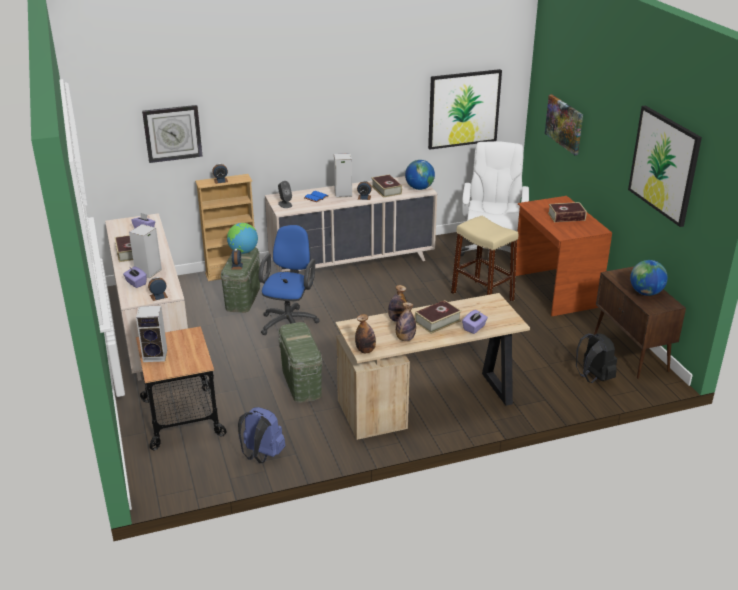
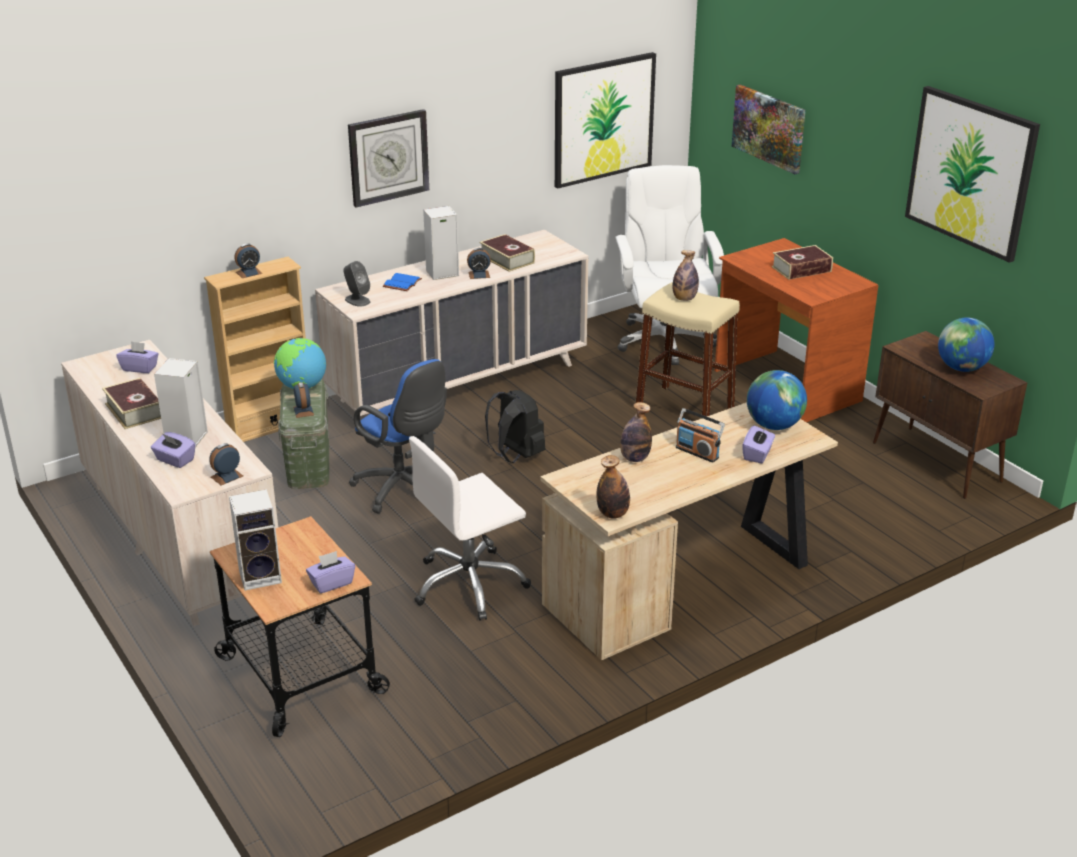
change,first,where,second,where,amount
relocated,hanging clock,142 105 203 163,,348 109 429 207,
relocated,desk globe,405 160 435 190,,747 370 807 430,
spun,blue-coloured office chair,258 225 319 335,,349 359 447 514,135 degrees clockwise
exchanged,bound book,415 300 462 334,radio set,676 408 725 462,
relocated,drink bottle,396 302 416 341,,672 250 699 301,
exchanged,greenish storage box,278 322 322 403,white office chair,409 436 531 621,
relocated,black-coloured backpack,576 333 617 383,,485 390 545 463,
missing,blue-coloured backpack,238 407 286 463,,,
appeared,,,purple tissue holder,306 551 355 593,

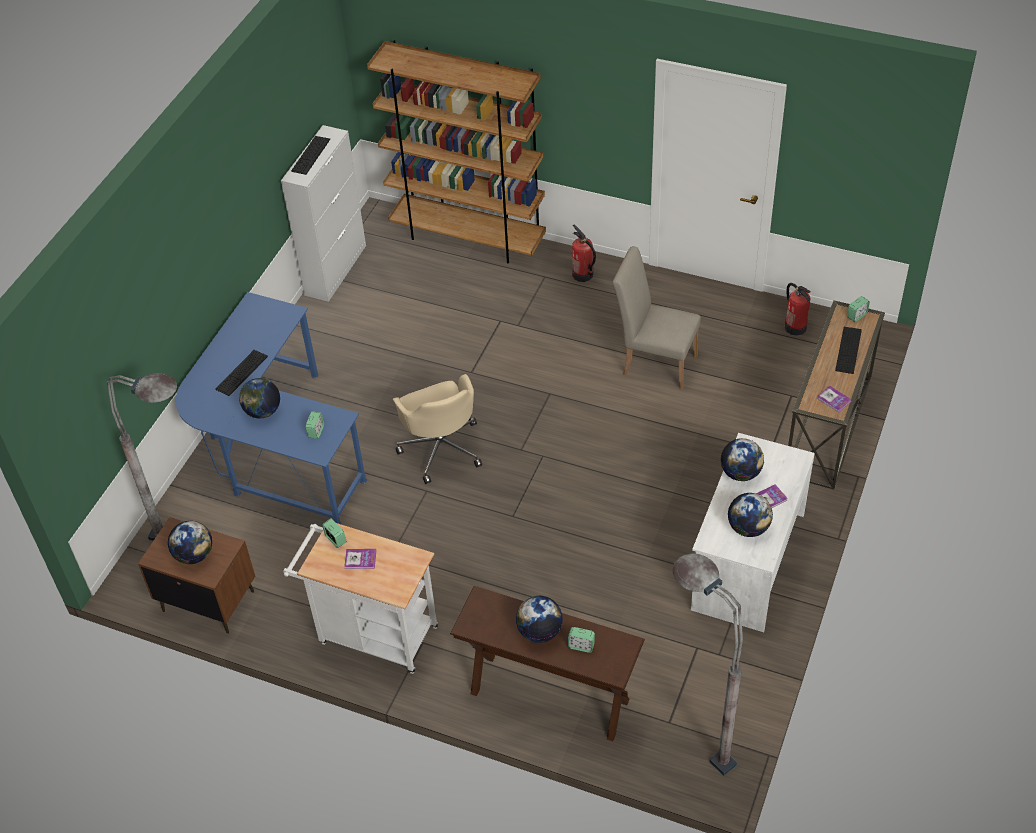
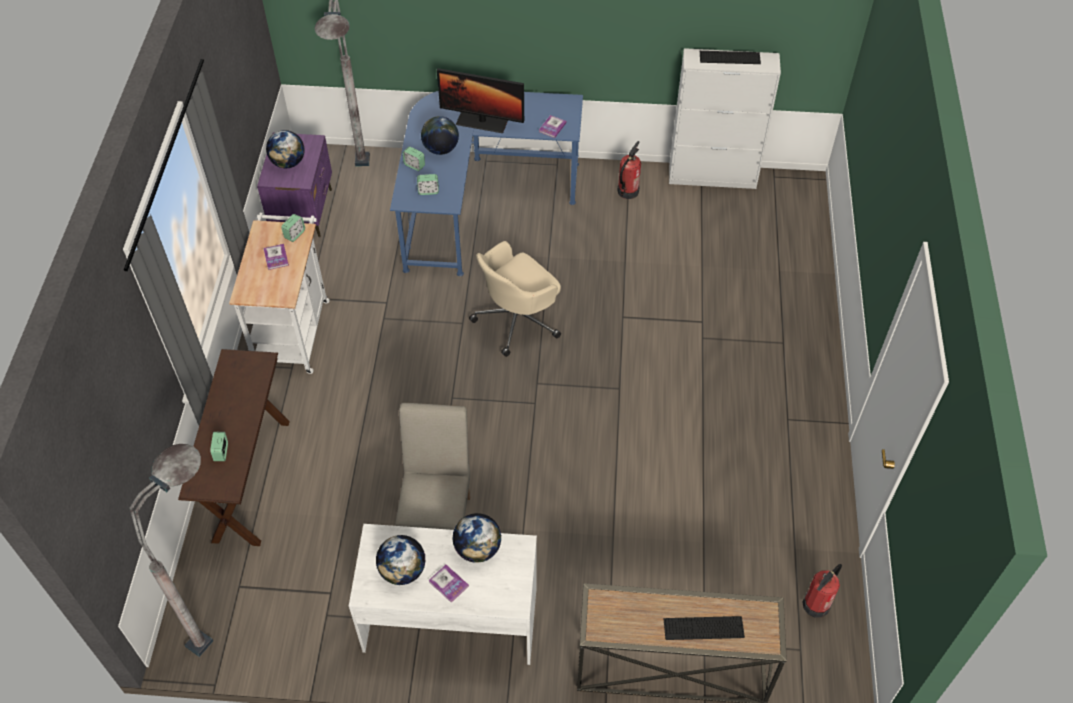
change,first,where,second,where,amount
missing,brown bookcase,367 40 546 263,,,
relocated,extinguisher,572 224 596 282,,617 141 641 199,
relocated,beige-coloured chair,613 246 701 390,,395 403 470 530,
relocated,bedside clock,847 296 870 322,,403 147 425 171,
exchanged,computer keyboard,215 350 268 396,computer screen,437 68 524 133,
relocated,bound book,817 386 852 413,,539 115 567 138,
colour,brown night table,138 517 255 634,purple night table,257 133 332 237,
missing,desk globe,516 596 563 643,,,

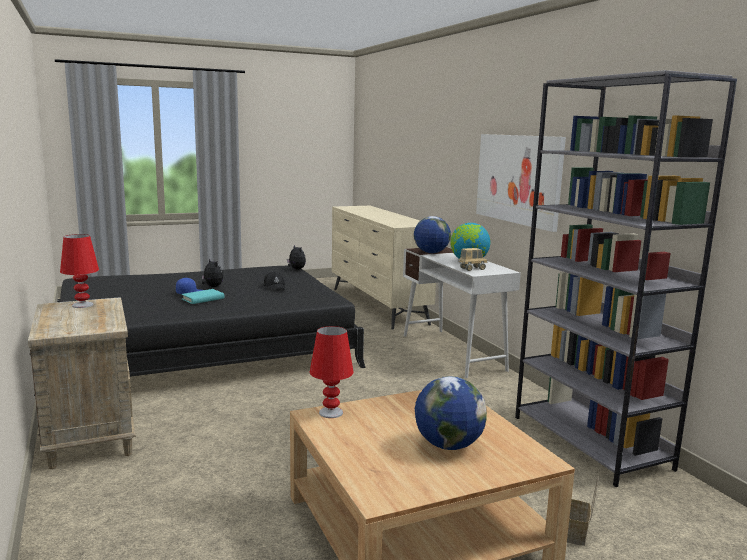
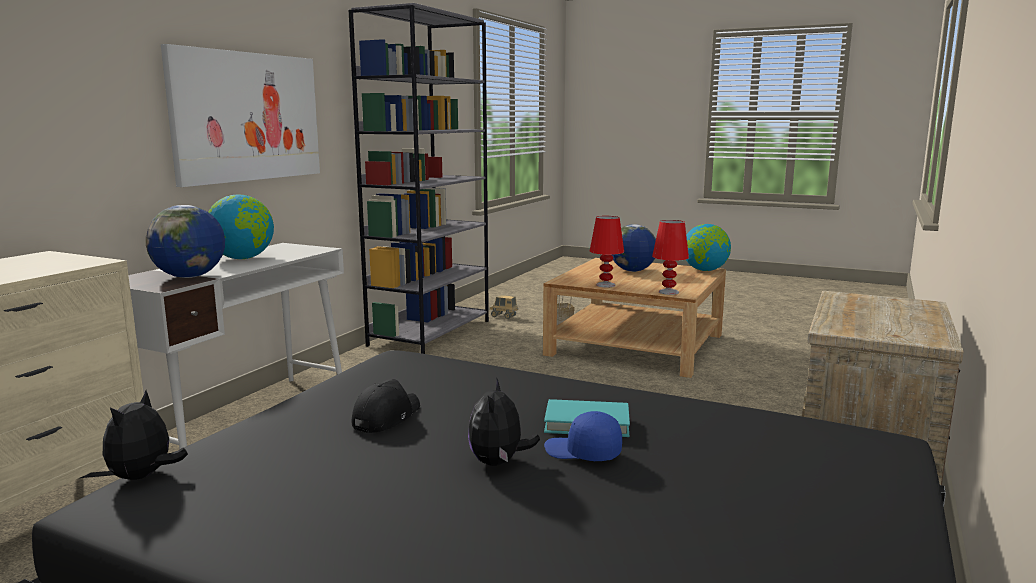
change,first,where,second,where,amount
relocated,red-coloured tabletop lamp,60 234 99 308,,590 216 624 288,
relocated,toy truck,458 248 487 271,,489 295 518 319,
appeared,,,desk globe,686 224 731 271,

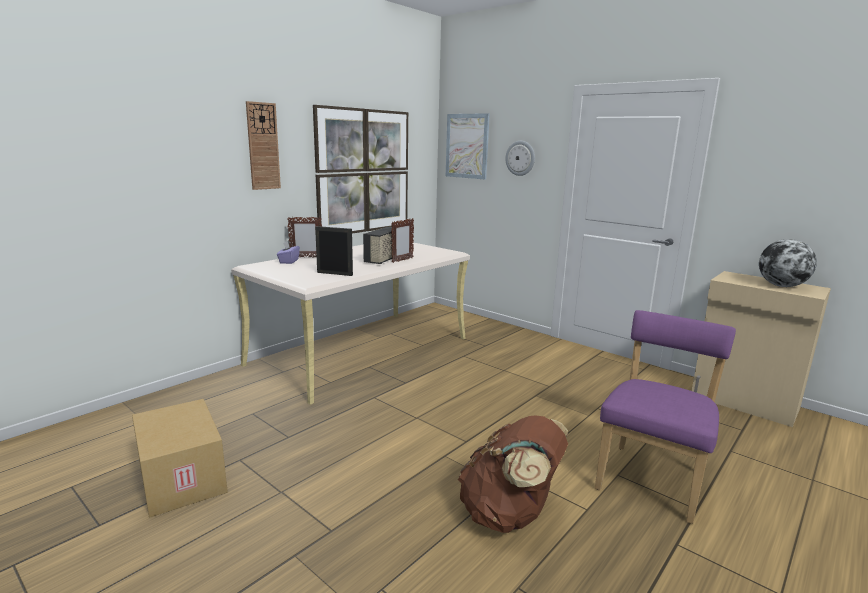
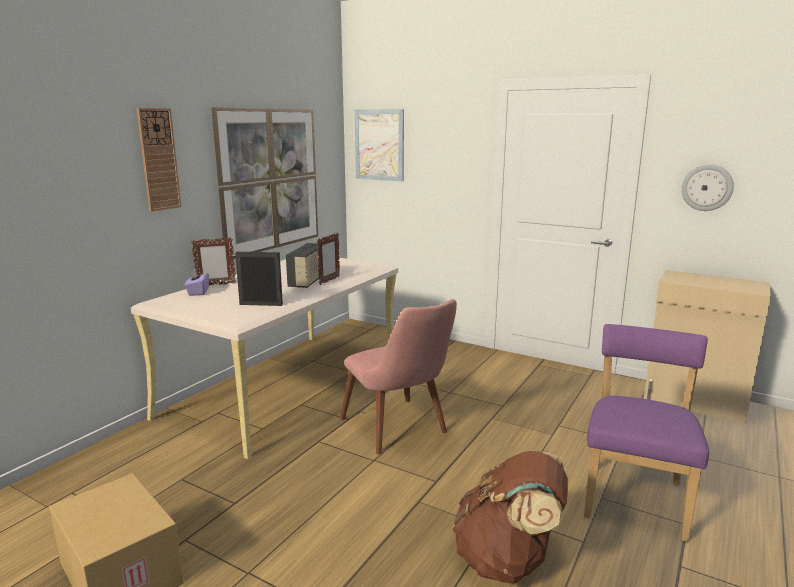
change,first,where,second,where,amount
relocated,hanging clock,505 141 535 176,,681 165 734 211,
missing,desk globe,759 239 817 287,,,
appeared,,,pinkish chair,340 299 457 454,

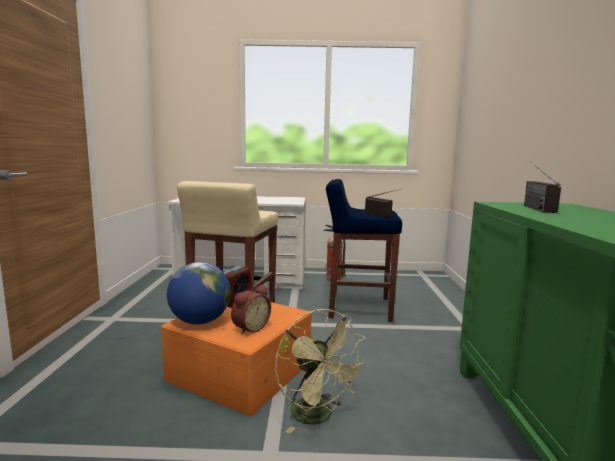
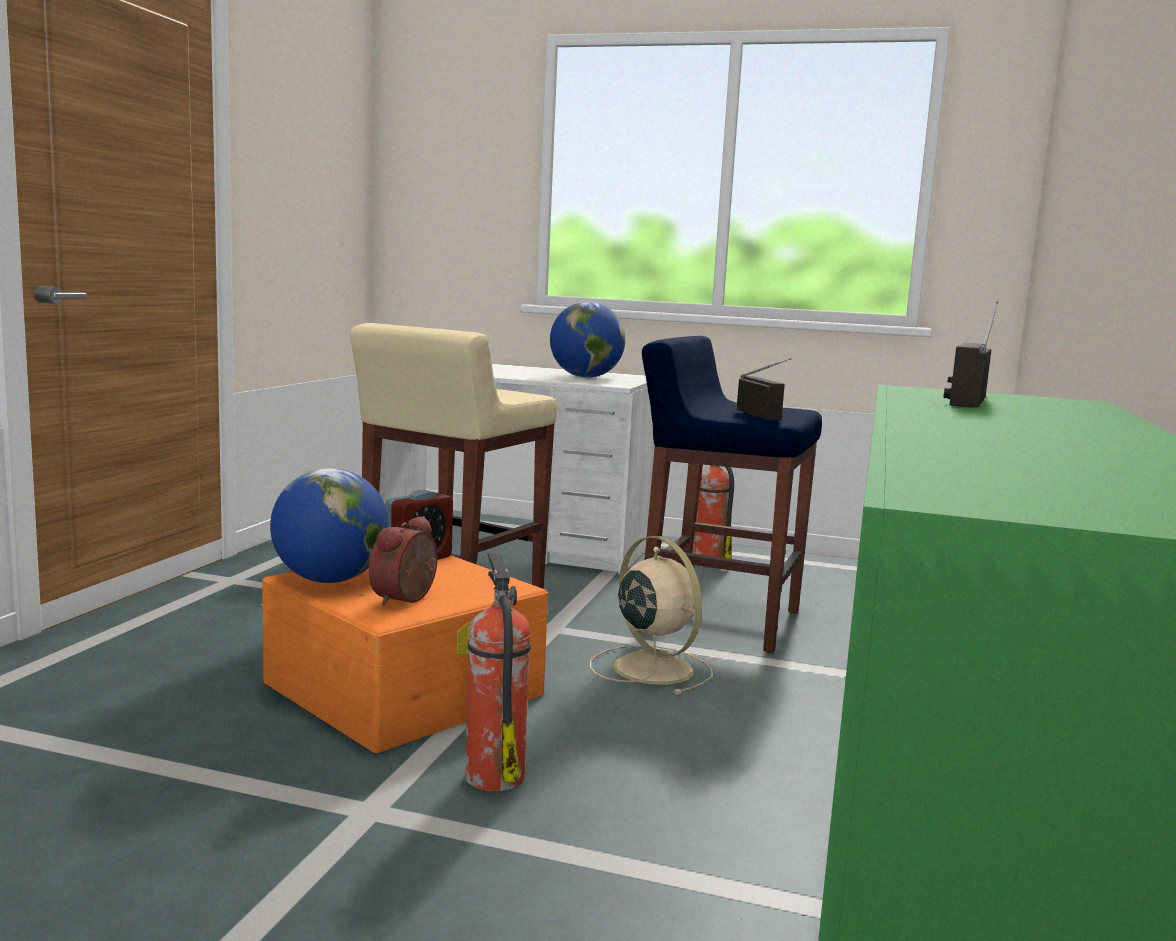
change,first,where,second,where,amount
spun,bedside clock,231 285 271 335,,369 516 438 606,150 degrees clockwise
exchanged,greenish cooling fan,275 309 367 434,extinguisher,465 552 531 792,
appeared,,,desk globe,550 302 625 378,
appeared,,,beige-coloured cooling fan,590 536 713 695,

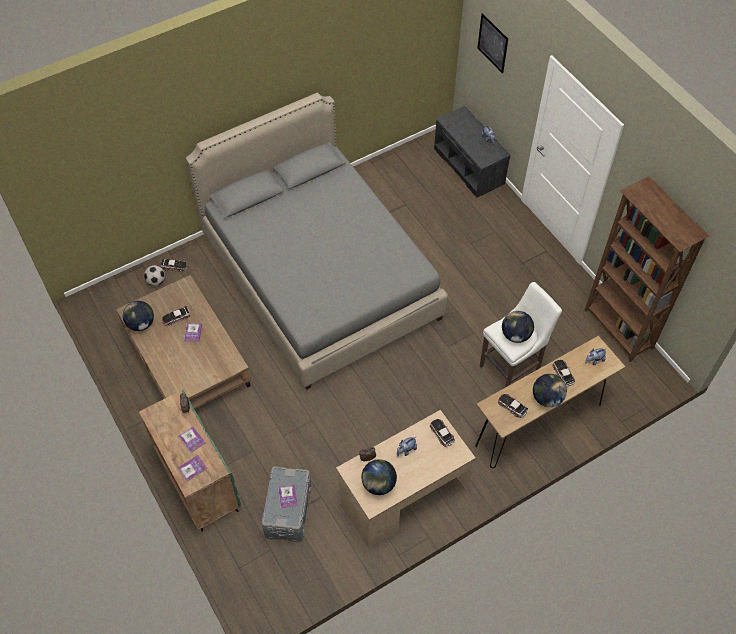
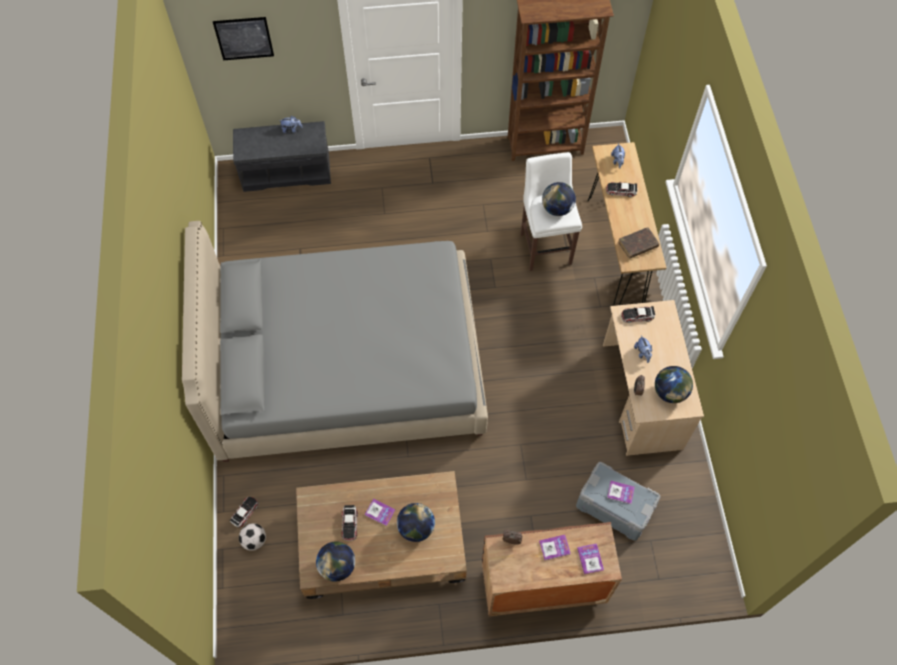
change,first,where,second,where,amount
relocated,desk globe,533 374 567 407,,397 503 435 542,
colour,greenish cupboard,139 390 241 532,brown cupboard,482 522 622 616,
exchanged,miniature car,498 394 528 418,brown bound book,618 227 659 259,

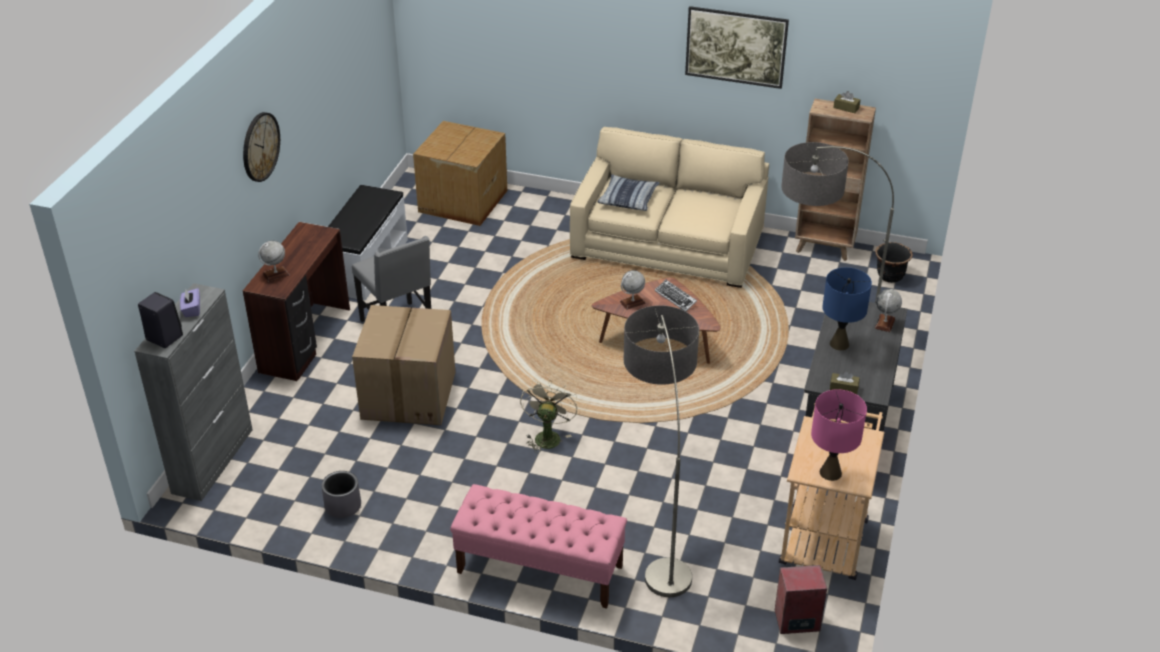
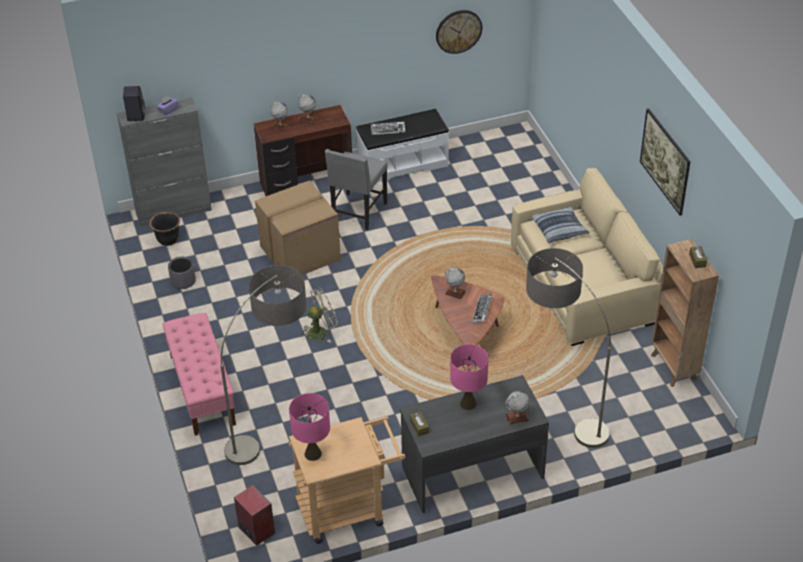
change,first,where,second,where,amount
relocated,hanging clock,243 112 280 182,,436 10 482 54,
missing,packing box,413 121 507 226,,,
relocated,black-coloured planter,875 242 913 283,,149 212 180 246,
colour,blue-coloured tabletop lamp,822 267 872 350,pinkish tabletop lamp,450 344 488 410,
appeared,,,desk globe,298 94 318 124,
appeared,,,computer keyboard,371 122 405 135,

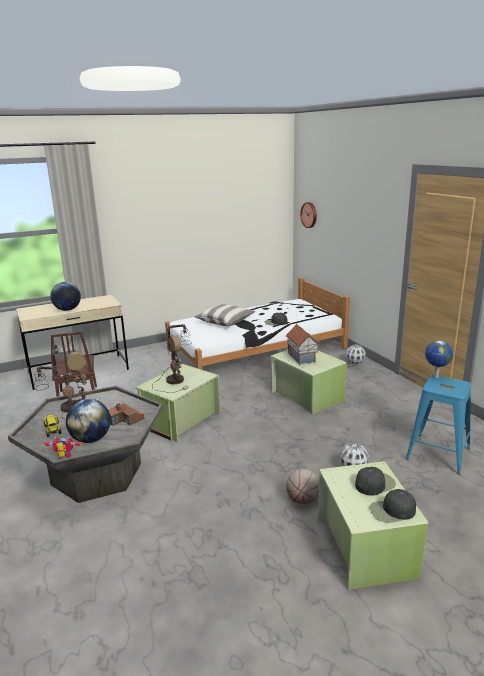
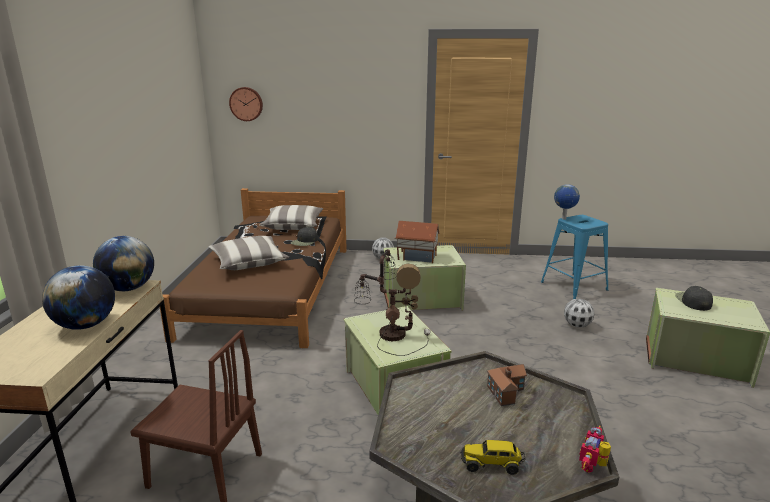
change,first,where,second,where,amount
colour,white sleeping bed,165 277 350 370,brown sleeping bed,160 188 347 348,
missing,tabletop lamp,34 344 100 420,,,
relocated,desk globe,66 399 111 443,,93 236 154 291,
missing,ball for basketball,286 469 319 504,,,
missing,black-coloured baseball cap,369 489 416 523,,,
appeared,,,throw pillow,259 205 323 230,

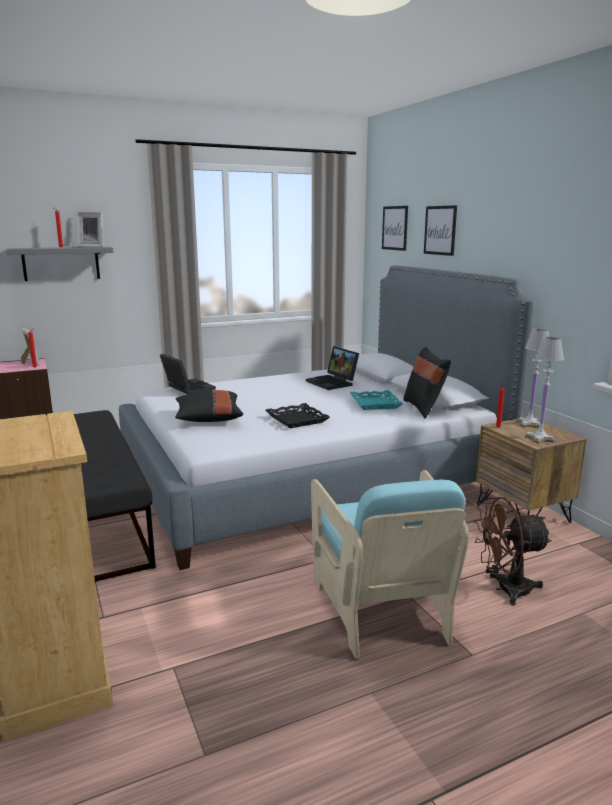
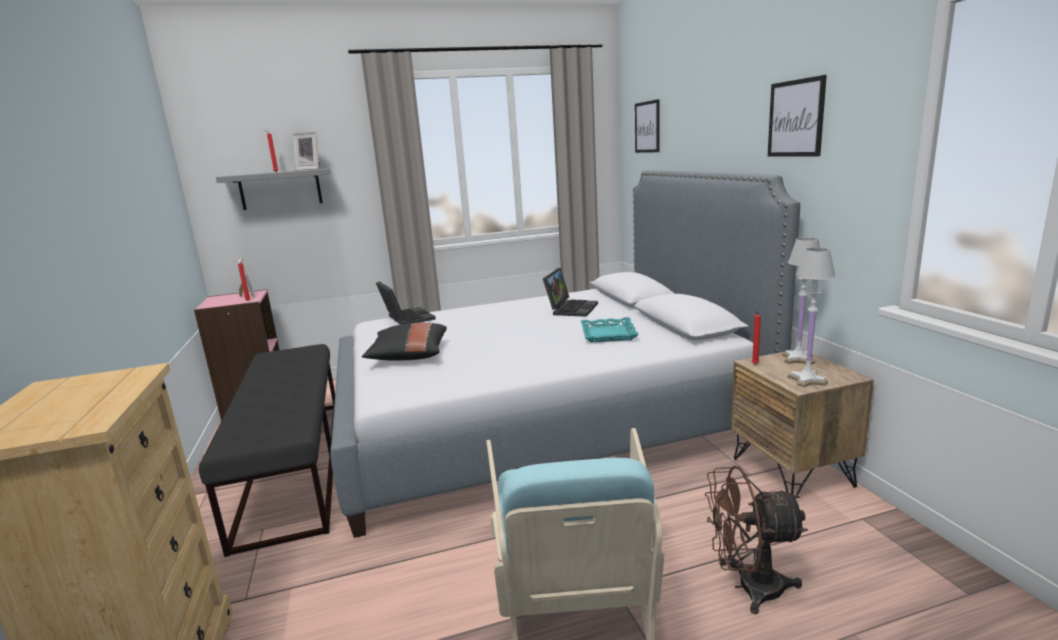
change,first,where,second,where,amount
relocated,wall picture,424 205 457 256,,768 75 827 157,
spun,notebook computer,306 346 359 390,,543 268 598 317,135 degrees counterclockwise
missing,black-coloured throw pillow,403 347 451 419,,,
missing,black-coloured tray,266 403 330 428,,,

